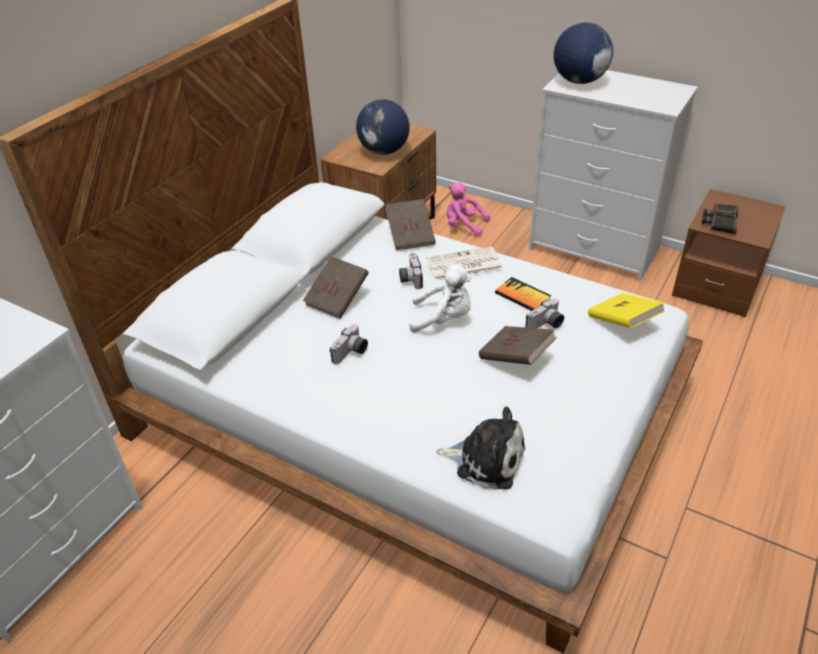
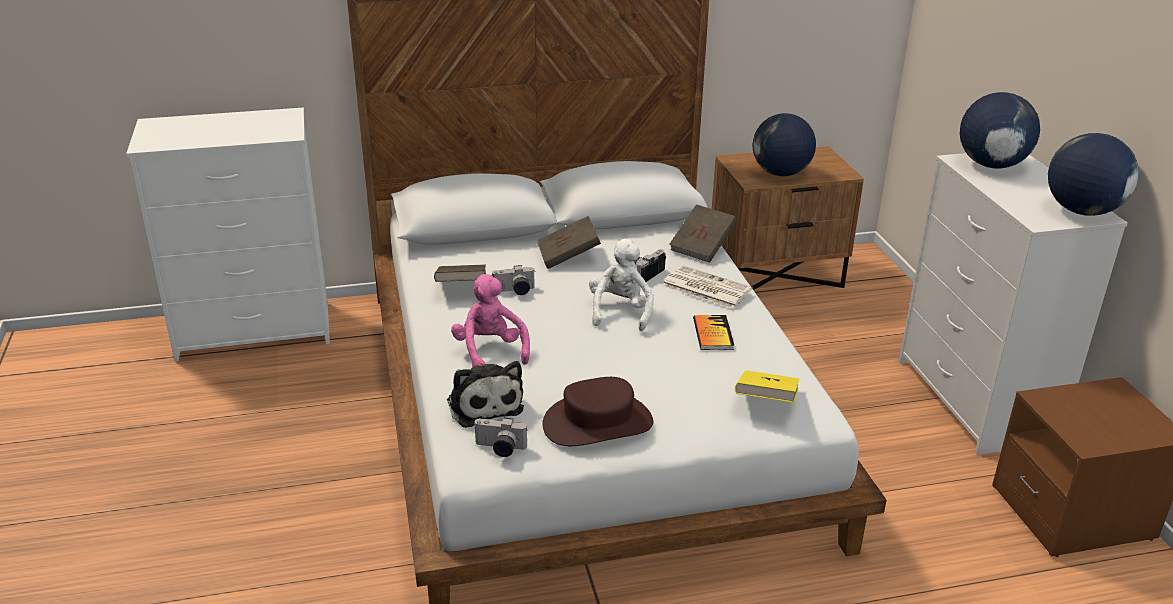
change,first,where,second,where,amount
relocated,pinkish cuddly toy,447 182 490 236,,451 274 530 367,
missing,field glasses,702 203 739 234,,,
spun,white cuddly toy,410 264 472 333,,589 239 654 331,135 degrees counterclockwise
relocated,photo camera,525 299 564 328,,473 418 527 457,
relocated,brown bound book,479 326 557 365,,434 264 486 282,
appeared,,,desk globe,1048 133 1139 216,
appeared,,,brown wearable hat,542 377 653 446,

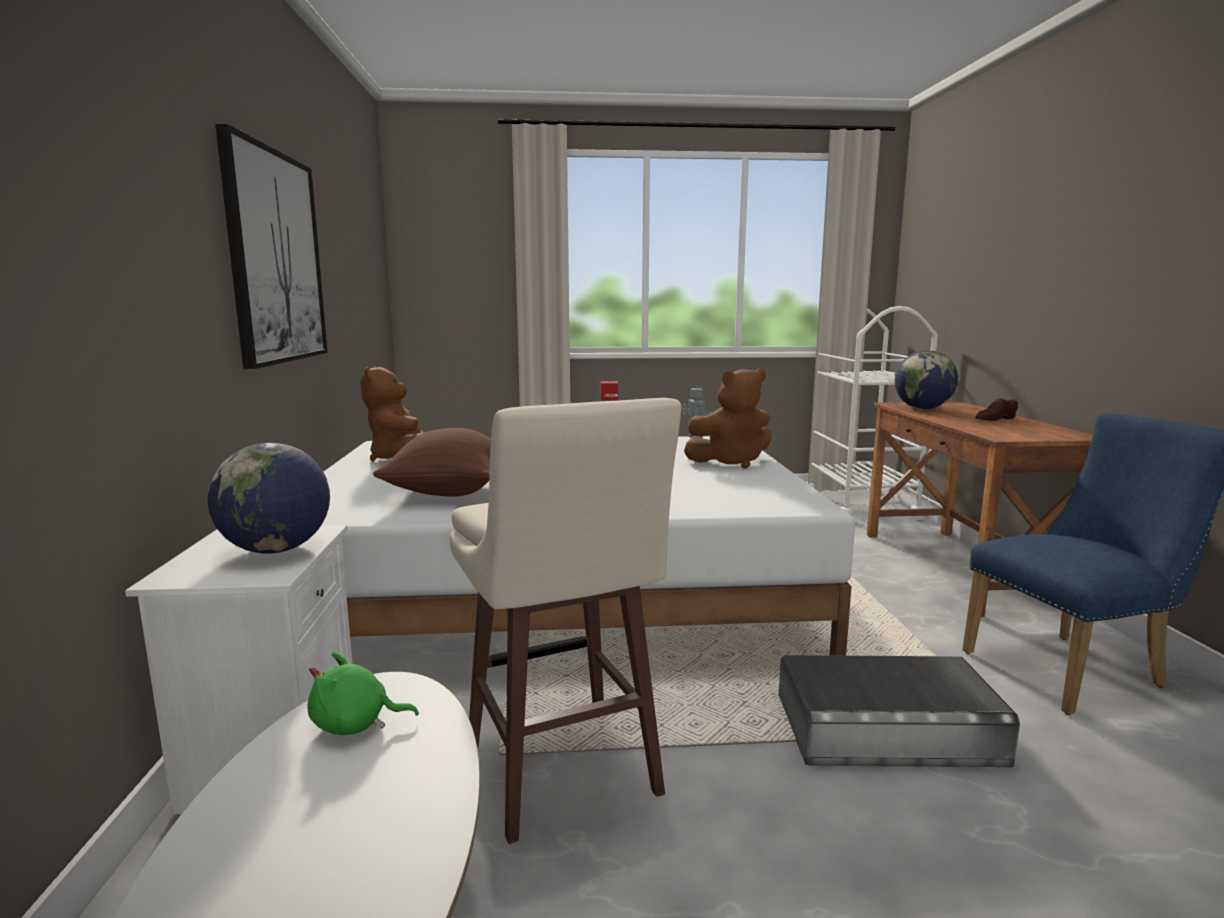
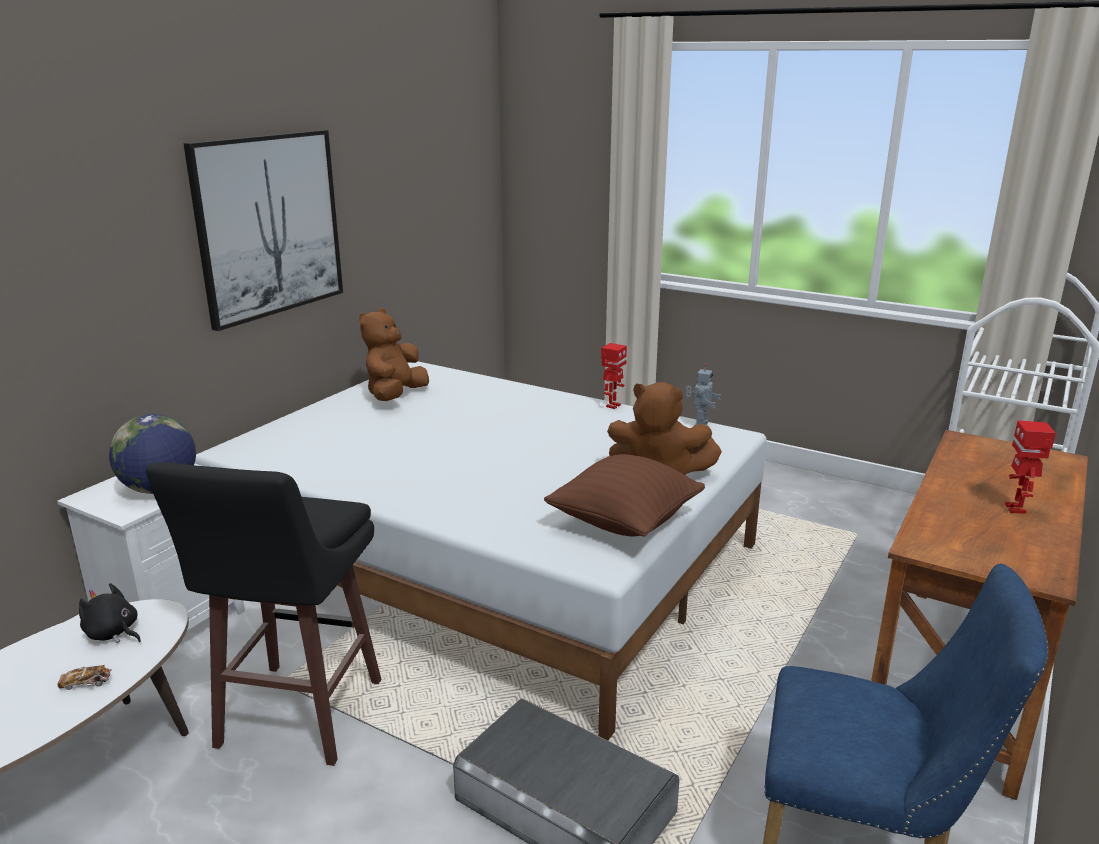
change,first,where,second,where,amount
missing,desk globe,894 350 958 409,,,
colour,beige-coloured stool,450 398 681 844,black-coloured stool,146 462 381 766,
exchanged,brown item of footwear,975 398 1018 421,toy robot,1005 421 1056 514,
relocated,brown throw pillow,373 428 491 497,,544 454 705 537,
colour,greenish cuddly toy,308 652 419 735,black-coloured cuddly toy,79 583 141 643,
appeared,,,miniature car,58 665 112 690,

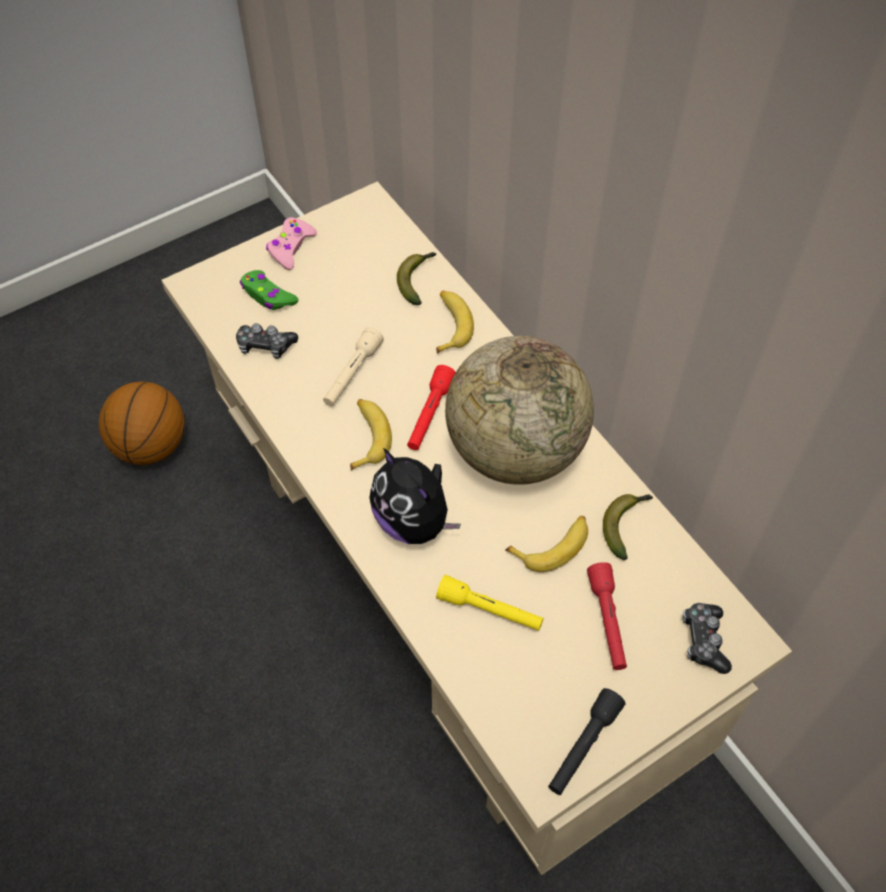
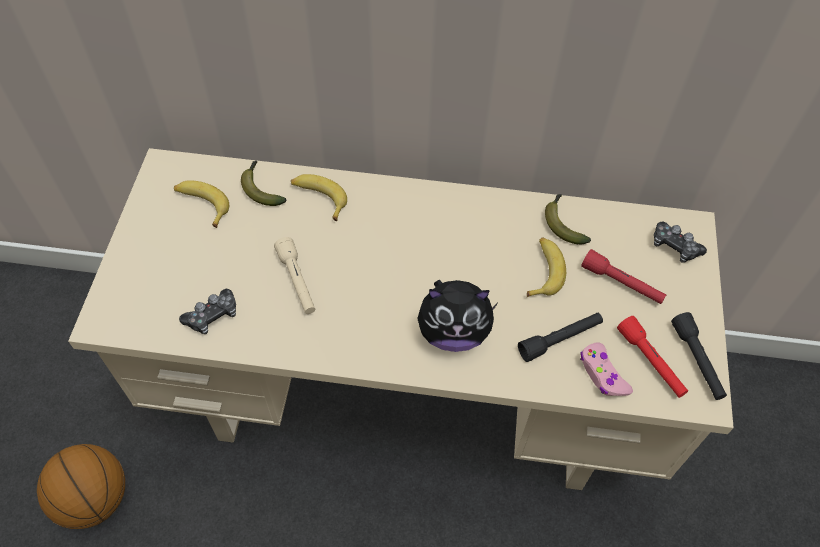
change,first,where,second,where,amount
relocated,pinkish game controller,266 217 317 270,,580 342 633 396,
missing,greenish game controller,240 270 298 310,,,
missing,desk globe,445 336 594 485,,,
relocated,red-coloured torch,407 365 456 450,,617 316 688 398,
relocated,banana fruit,350 399 392 471,,174 180 229 228,
colour,yellow-coloured torch,436 575 543 631,black-coloured torch,518 313 603 362,

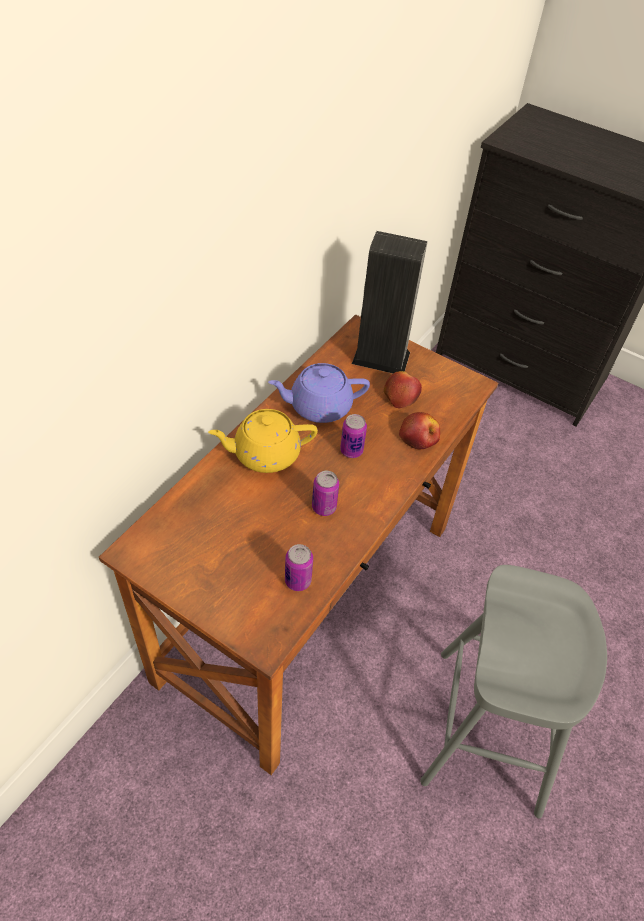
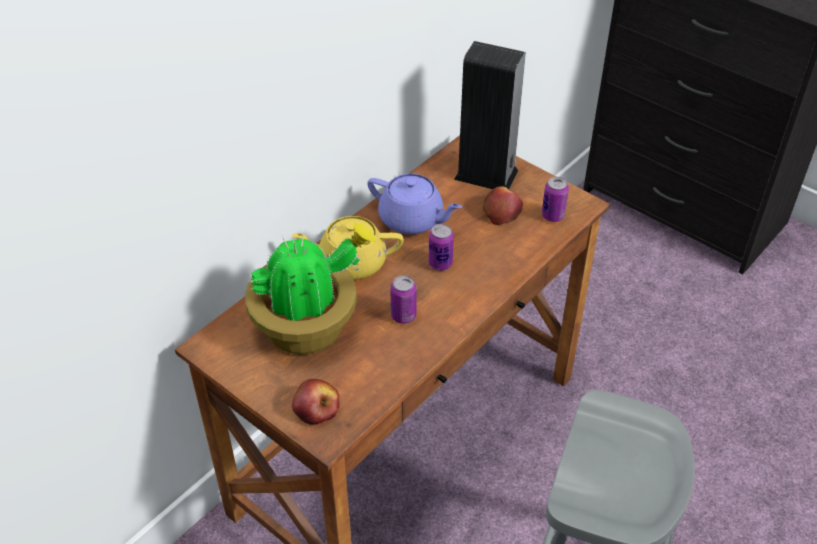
change,first,where,second,where,amount
spun,purple tea pot,268 363 370 423,,367 173 462 235,150 degrees counterclockwise
relocated,whole apple,399 412 440 449,,292 379 340 425,
relocated,sealed can,285 544 313 591,,542 177 569 222,
appeared,,,plant in a pot,244 223 377 354,

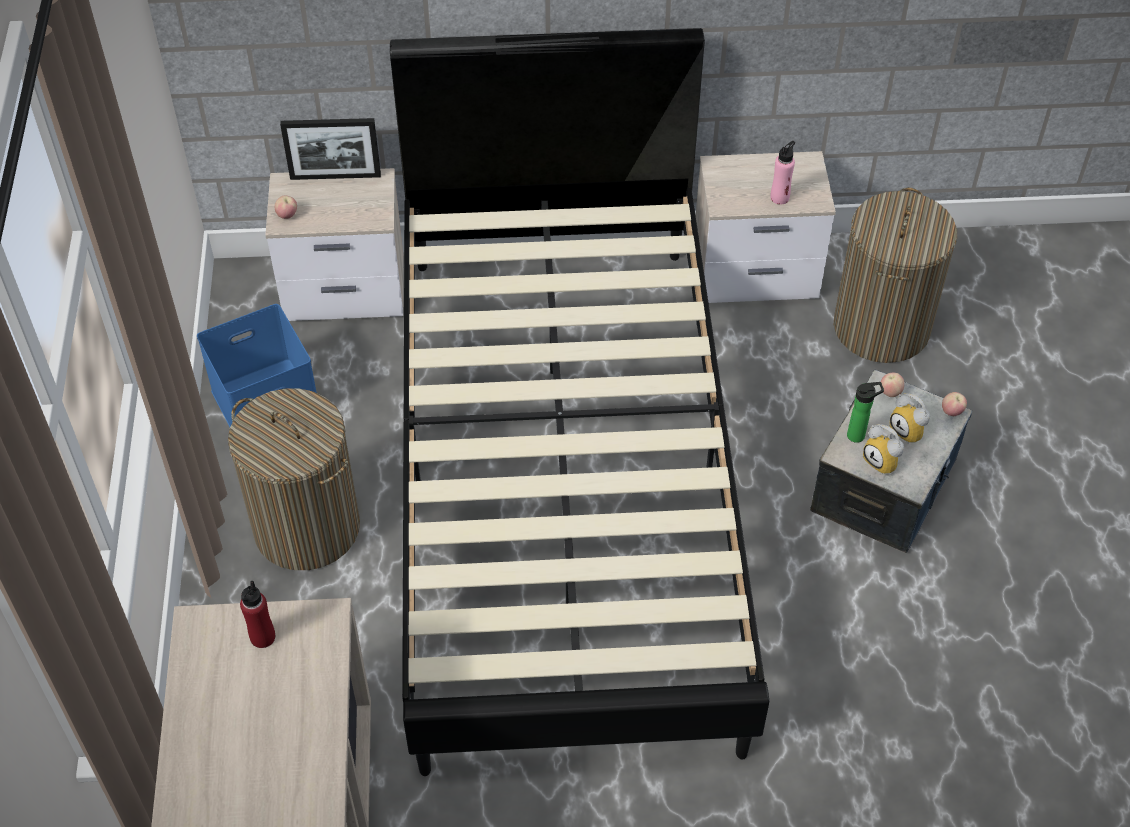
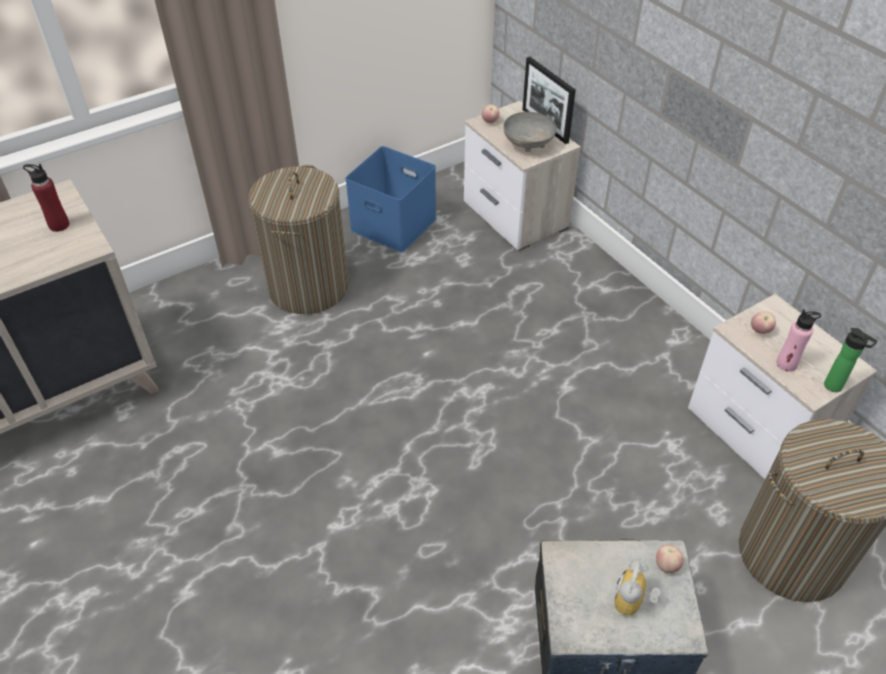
change,first,where,second,where,amount
missing,black-coloured sleeping bed,390 28 769 776,,,
relocated,drink bottle,847 382 884 443,,824 328 878 392,
relocated,whole apple,942 392 967 416,,751 311 776 334,
missing,bedside clock,863 424 904 475,,,
appeared,,,greyish serving bowl,503 112 557 152,

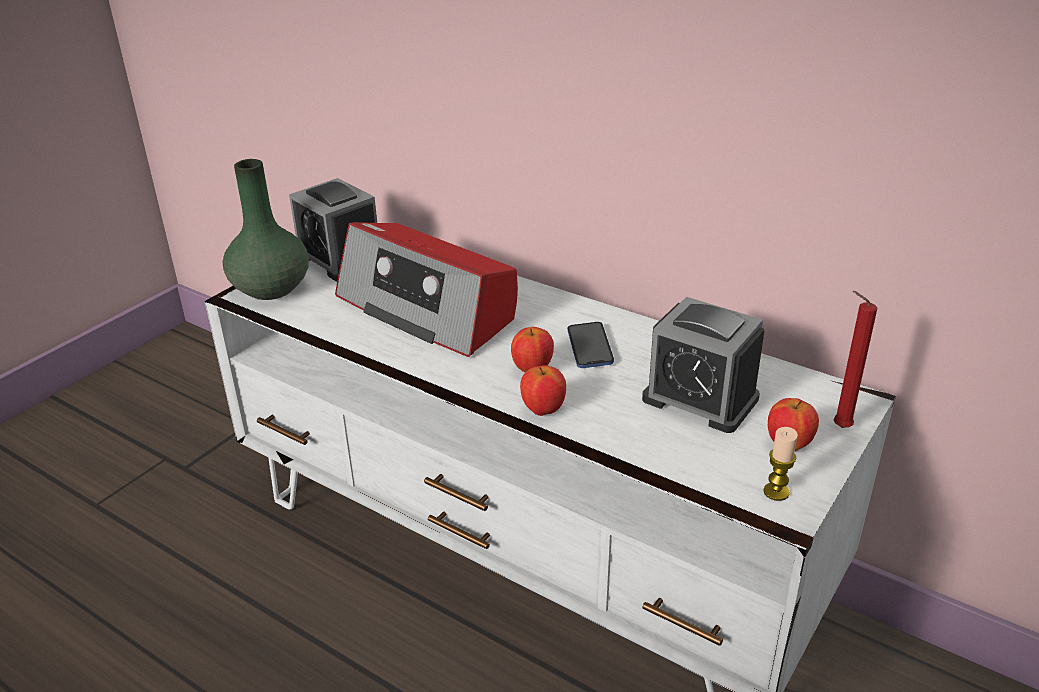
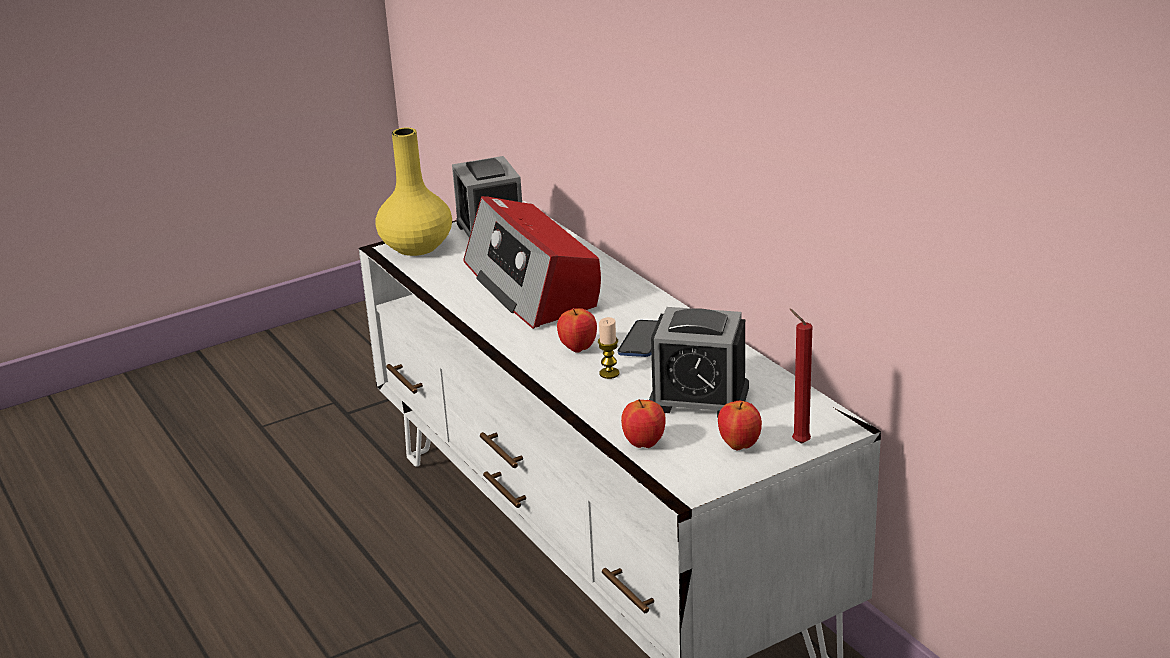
change,first,where,second,where,amount
colour,greenish vase,223 159 309 300,yellow-coloured vase,375 128 452 256,
spun,bedside clock,642 297 765 433,,649 307 749 417,45 degrees counterclockwise
relocated,whole apple,520 365 566 416,,621 399 666 448,
relocated,wax candle,764 427 798 501,,598 317 619 379,

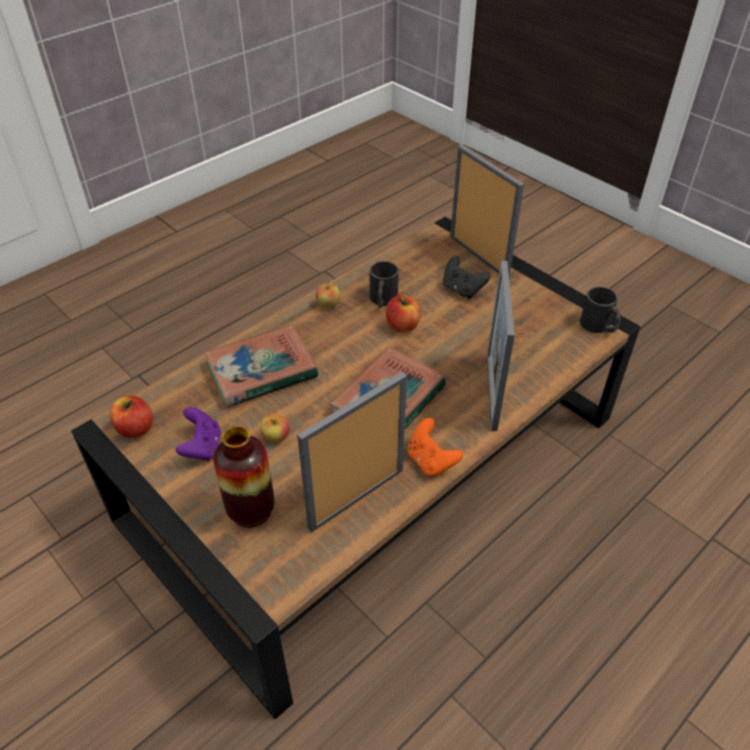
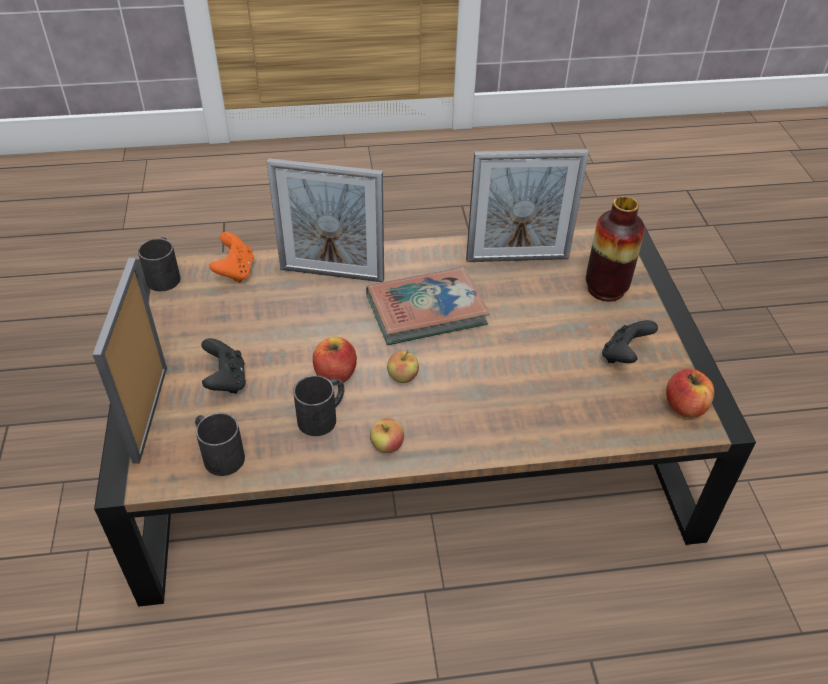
change,first,where,second,where,amount
spun,standing frame,487 261 515 431,,267 158 384 282,60 degrees clockwise
missing,bound book,204 324 318 407,,,
colour,purple game controller,176 407 221 461,black-coloured game controller,602 320 658 363,
relocated,whole apple,260 413 289 443,,387 351 419 383,
relocated,orange-coloured game controller,408 418 463 477,,209 232 254 283,
appeared,,,black-coloured mug,195 413 245 476,

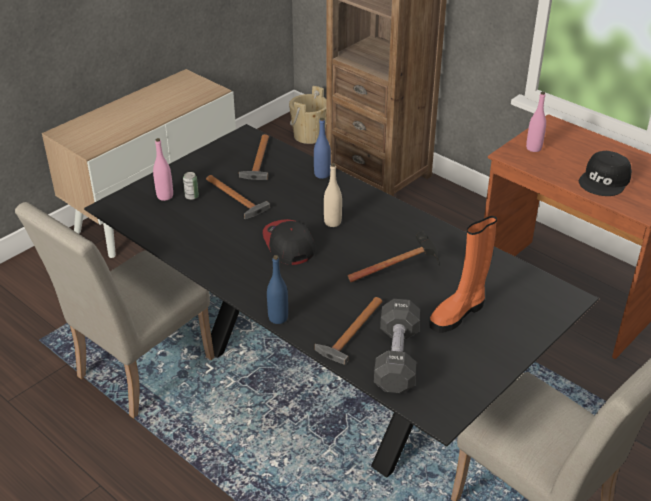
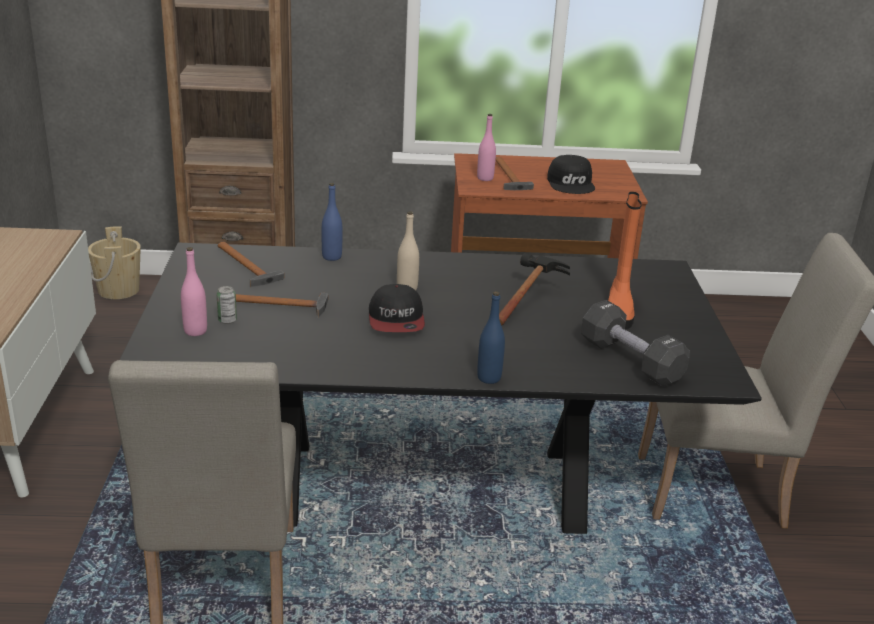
change,first,where,second,where,amount
spun,baseball cap,263 219 315 265,,369 284 425 332,120 degrees counterclockwise
relocated,hammer,315 297 383 365,,495 157 534 190,

